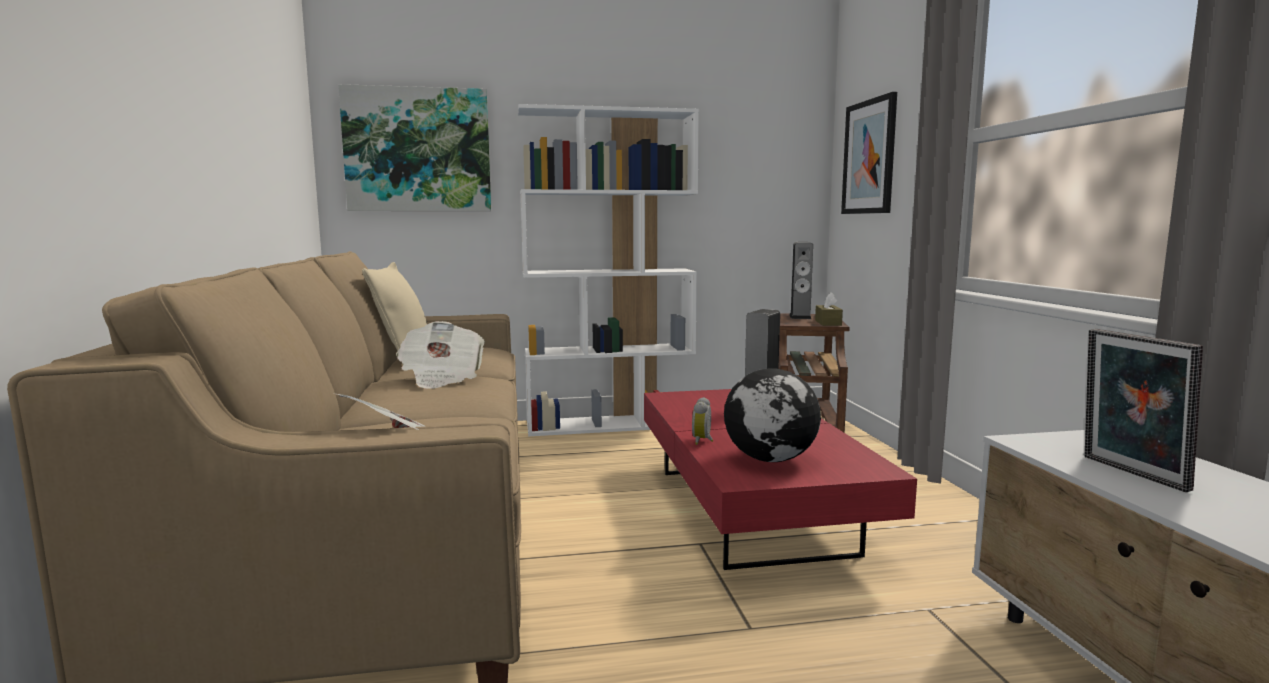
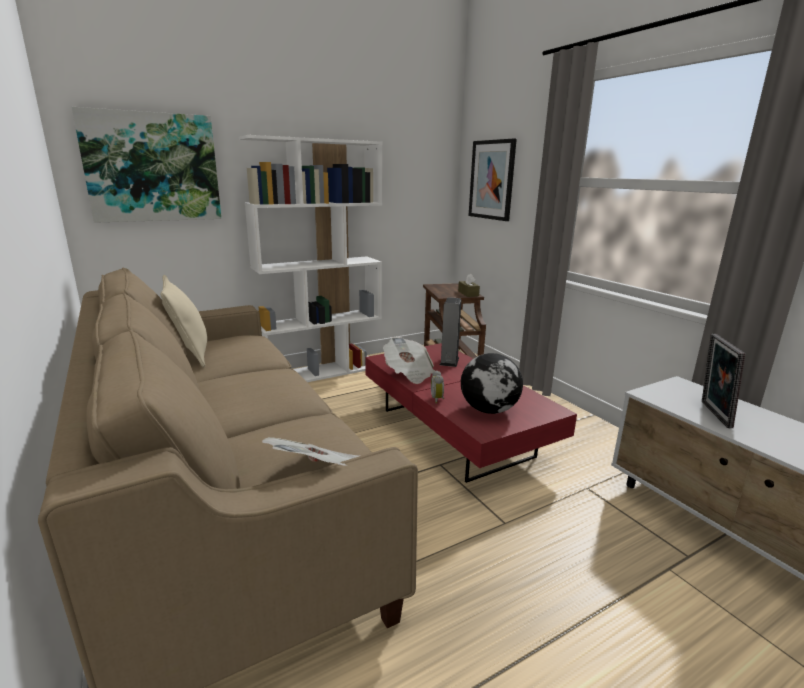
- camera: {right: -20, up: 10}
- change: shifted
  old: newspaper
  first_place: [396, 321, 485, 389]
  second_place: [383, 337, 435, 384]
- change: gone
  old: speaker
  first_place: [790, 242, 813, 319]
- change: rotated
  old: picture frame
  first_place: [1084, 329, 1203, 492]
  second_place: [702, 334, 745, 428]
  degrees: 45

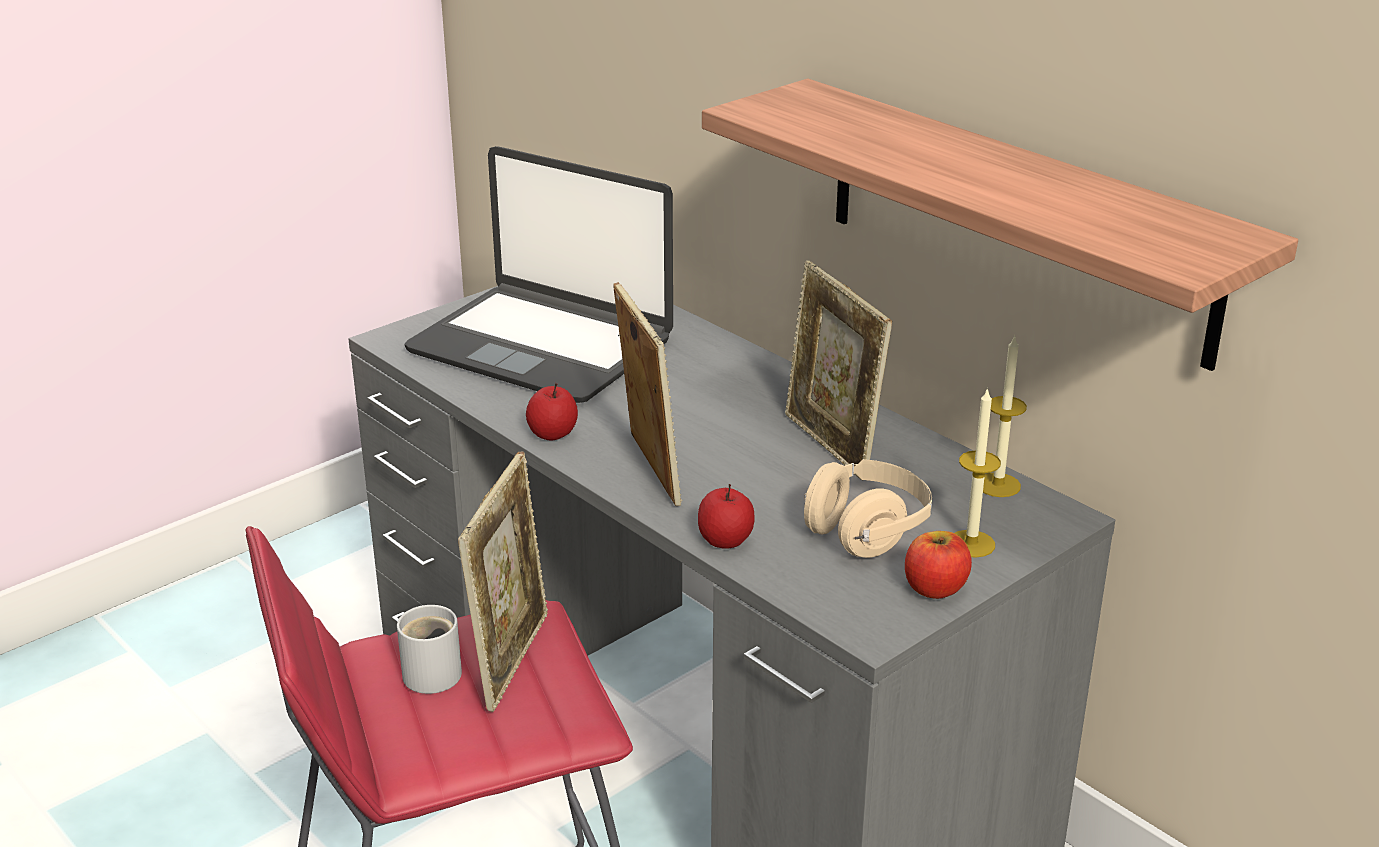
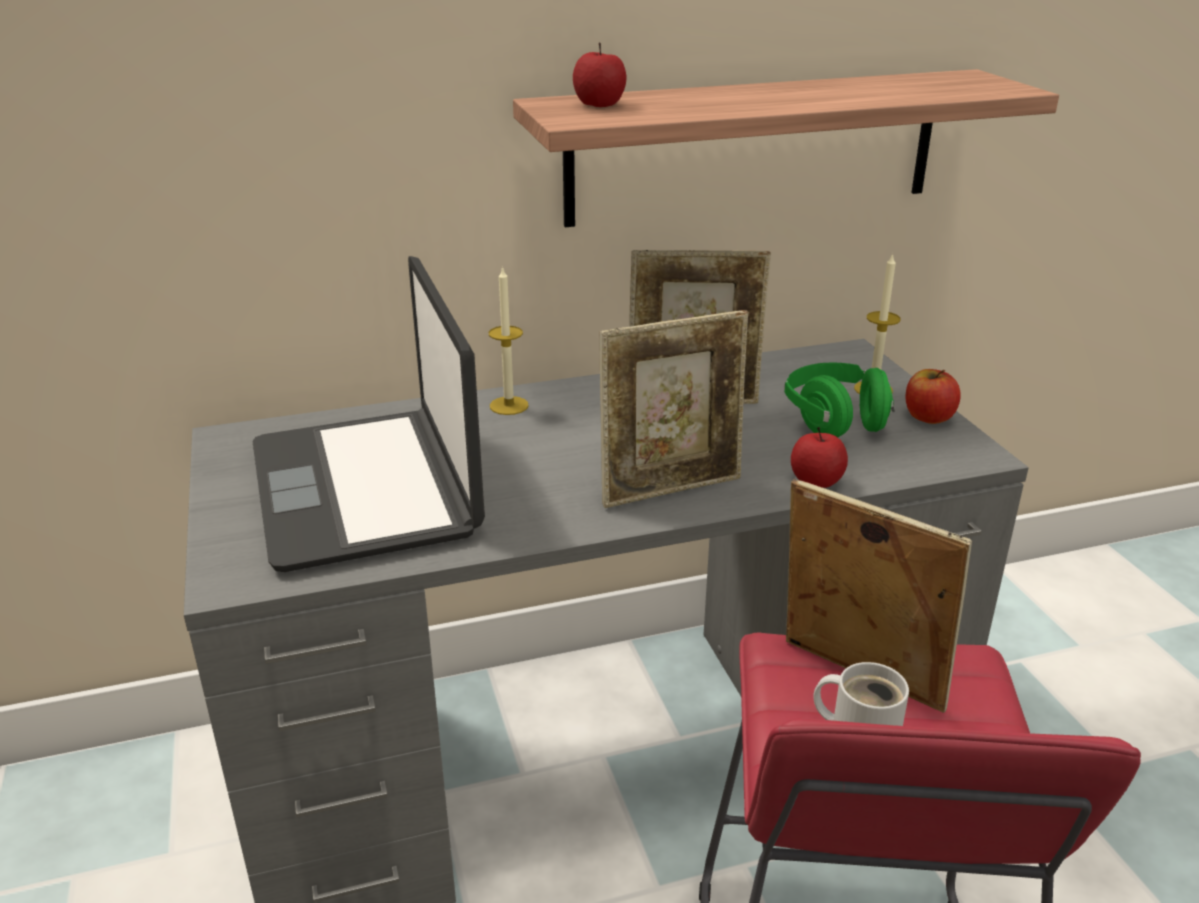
- camera: {right: -65, up: 0}
- change: rotated
  old: laptop
  first_place: [404, 146, 673, 403]
  second_place: [253, 256, 485, 572]
  degrees: 105
- change: shifted
  old: apple
  first_place: [526, 383, 578, 440]
  second_place: [573, 43, 626, 107]
- change: rotated
  old: picture frame
  first_place: [614, 282, 682, 506]
  second_place: [599, 310, 748, 508]
  degrees: 150
- change: repainted
  old: headphones/beige
  new: headphones/green
  first_place: [804, 459, 932, 558]
  second_place: [784, 363, 895, 437]
- change: shifted
  old: candle
  first_place: [983, 335, 1027, 497]
  second_place: [489, 266, 529, 415]

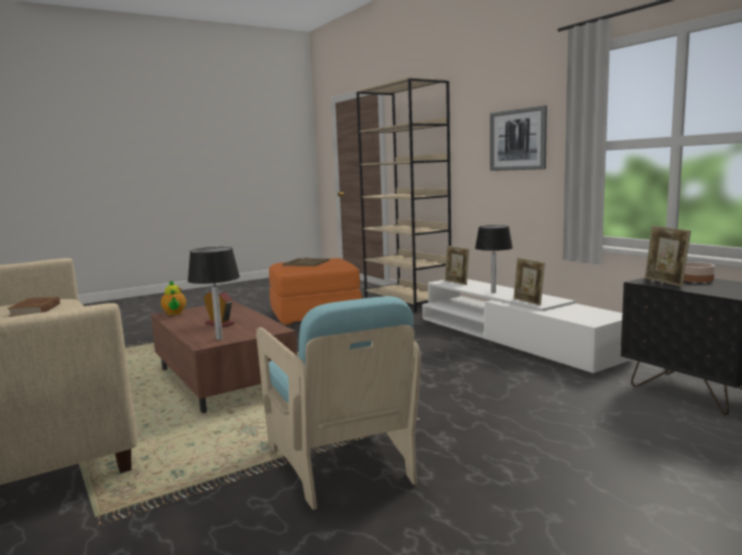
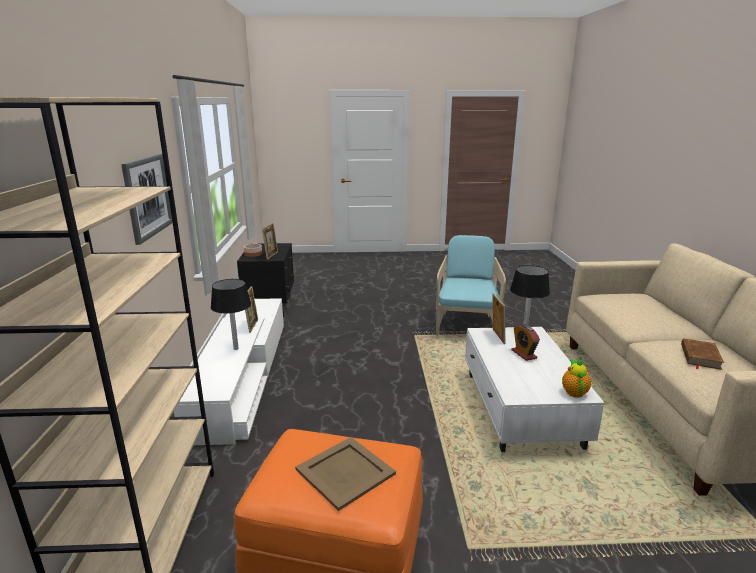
- camera: {right: -150, up: 10}
- change: repainted
  old: coffee table/brown
  new: coffee table/white
  first_place: [151, 301, 297, 413]
  second_place: [465, 327, 604, 452]
- change: shifted
  old: picture frame
  first_place: [445, 246, 469, 285]
  second_place: [493, 293, 506, 344]

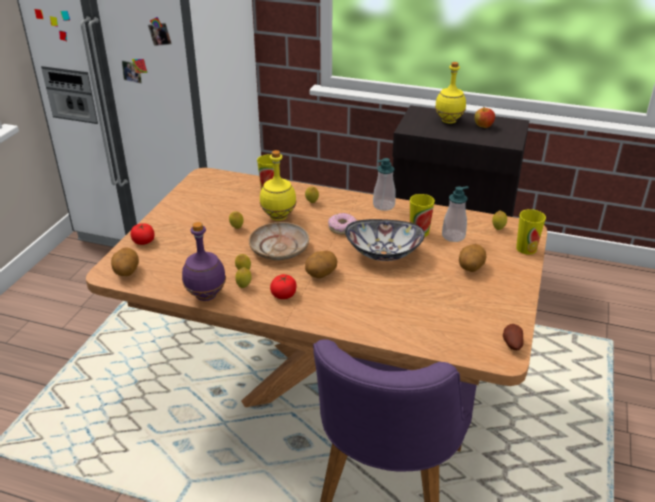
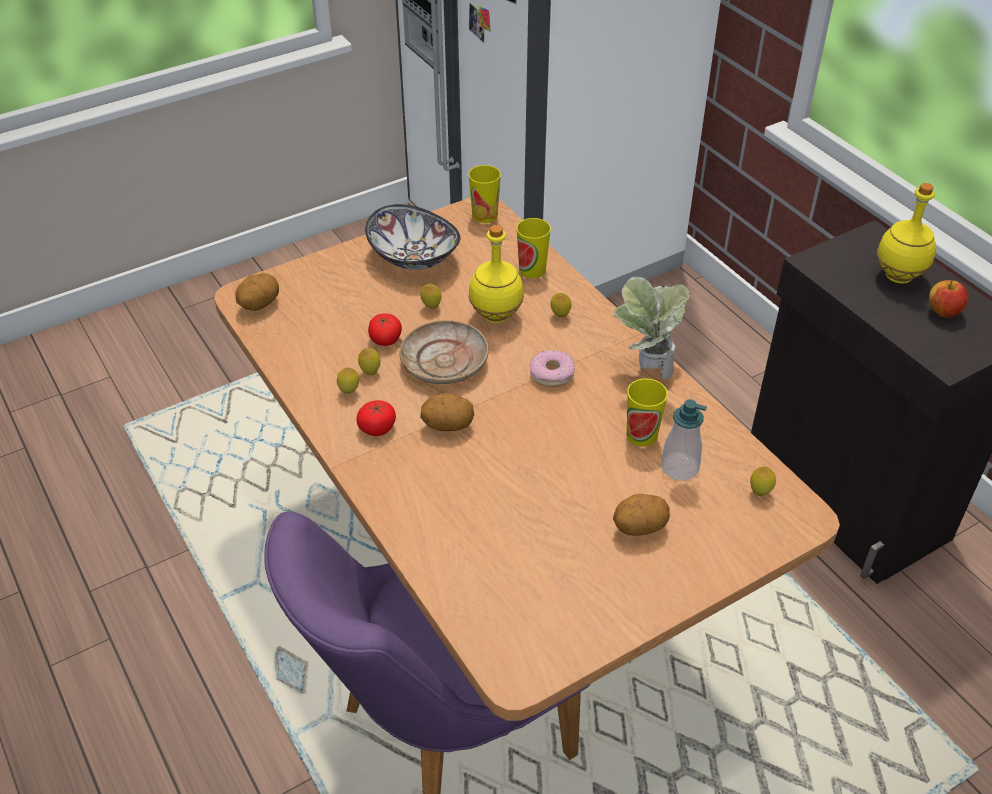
- camera: {right: 40, up: 10}
- change: shifted
  old: tomato
  first_place: [130, 223, 154, 245]
  second_place: [368, 313, 402, 346]
- change: gone
  old: bottle/purple
  first_place: [182, 222, 226, 301]
- change: shifted
  old: bowl
  first_place: [345, 219, 425, 261]
  second_place: [365, 204, 460, 270]
- change: swapped
  old: soap dispenser
  new: potted plant
  first_place: [373, 158, 396, 211]
  second_place: [613, 277, 690, 380]
- change: gone
  old: potato
  first_place: [503, 324, 524, 350]
- change: shifted
  old: cup
  first_place: [516, 209, 546, 255]
  second_place: [468, 165, 501, 223]

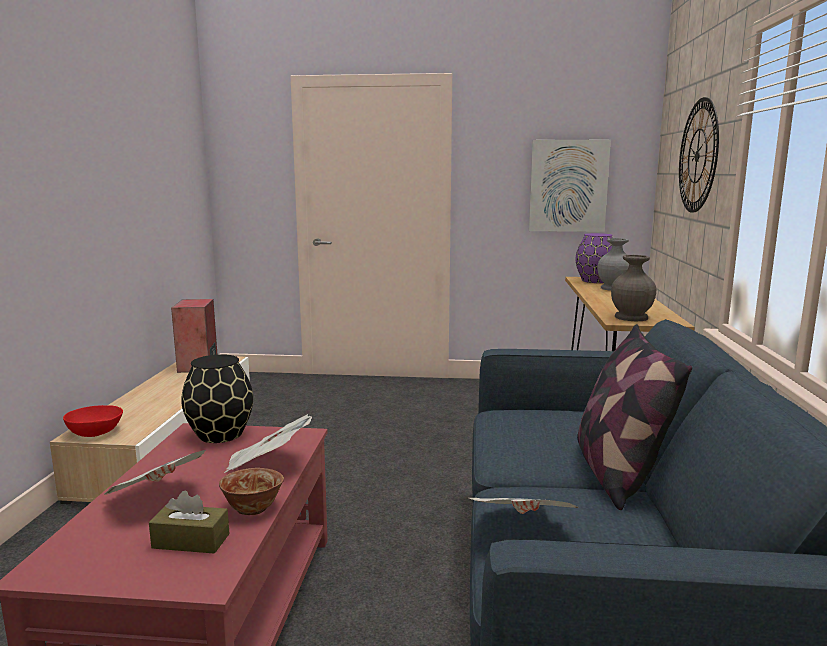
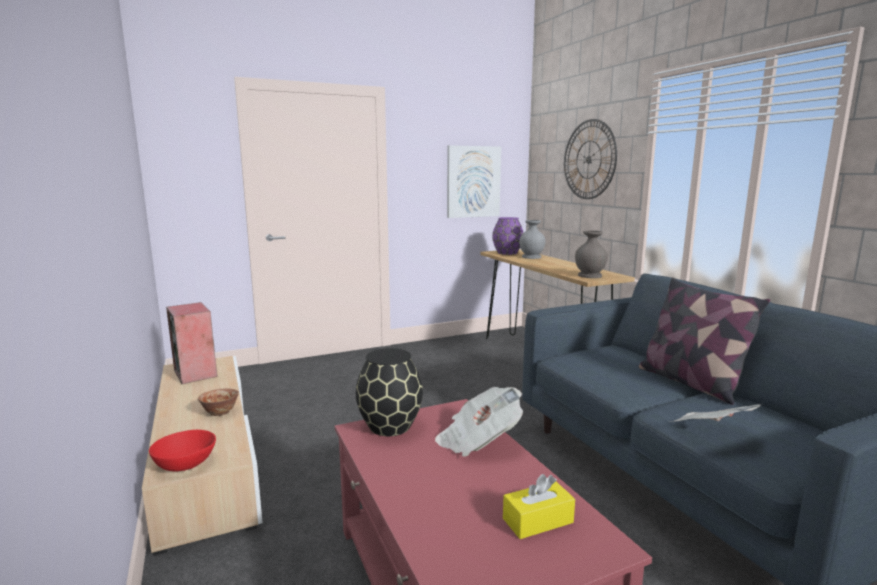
- camera: {right: -30, up: 0}
- change: gone
  old: newspaper
  first_place: [105, 450, 206, 495]
- change: repainted
  old: tissue box/brown
  new: tissue box/yellow
  first_place: [149, 491, 230, 554]
  second_place: [503, 474, 575, 539]
- change: shifted
  old: bowl
  first_place: [219, 468, 284, 515]
  second_place: [198, 388, 239, 416]

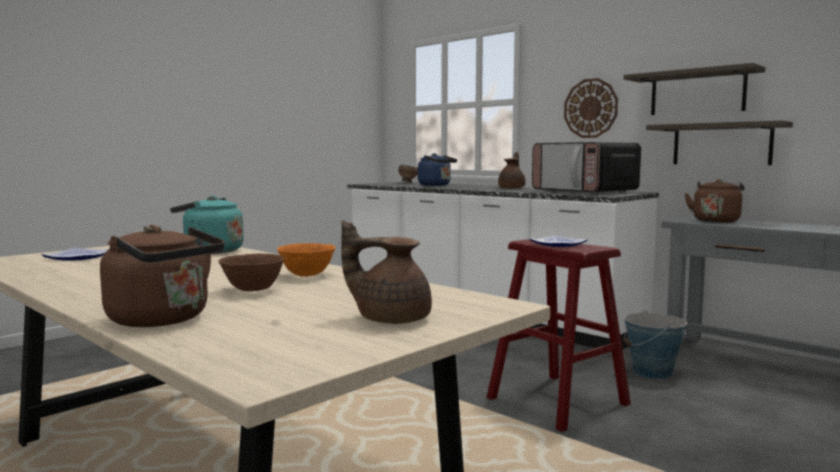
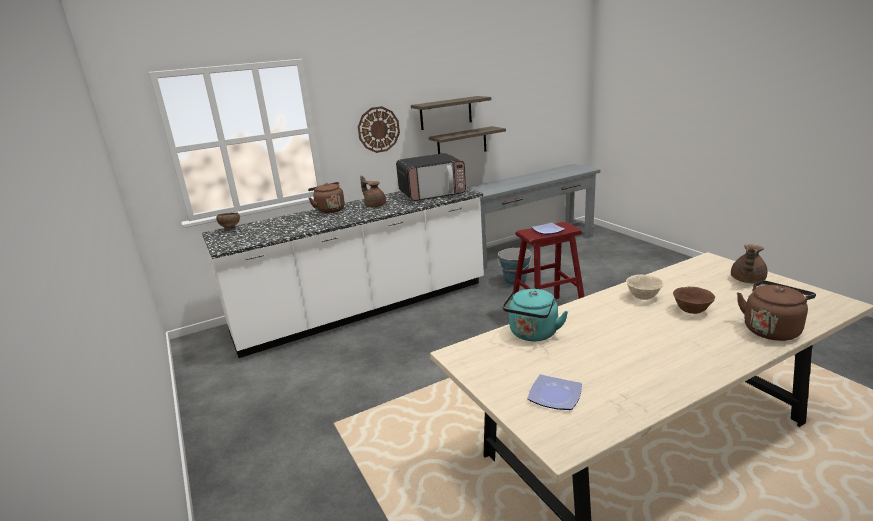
- camera: {right: -70, up: 15}
- change: repainted
  old: bowl/orange
  new: bowl/beige
  first_place: [277, 243, 336, 277]
  second_place: [626, 275, 664, 300]
- change: gone
  old: kettle/blue
  first_place: [418, 153, 457, 186]
- change: shifted
  old: kettle/brown
  first_place: [684, 179, 745, 223]
  second_place: [308, 182, 345, 214]

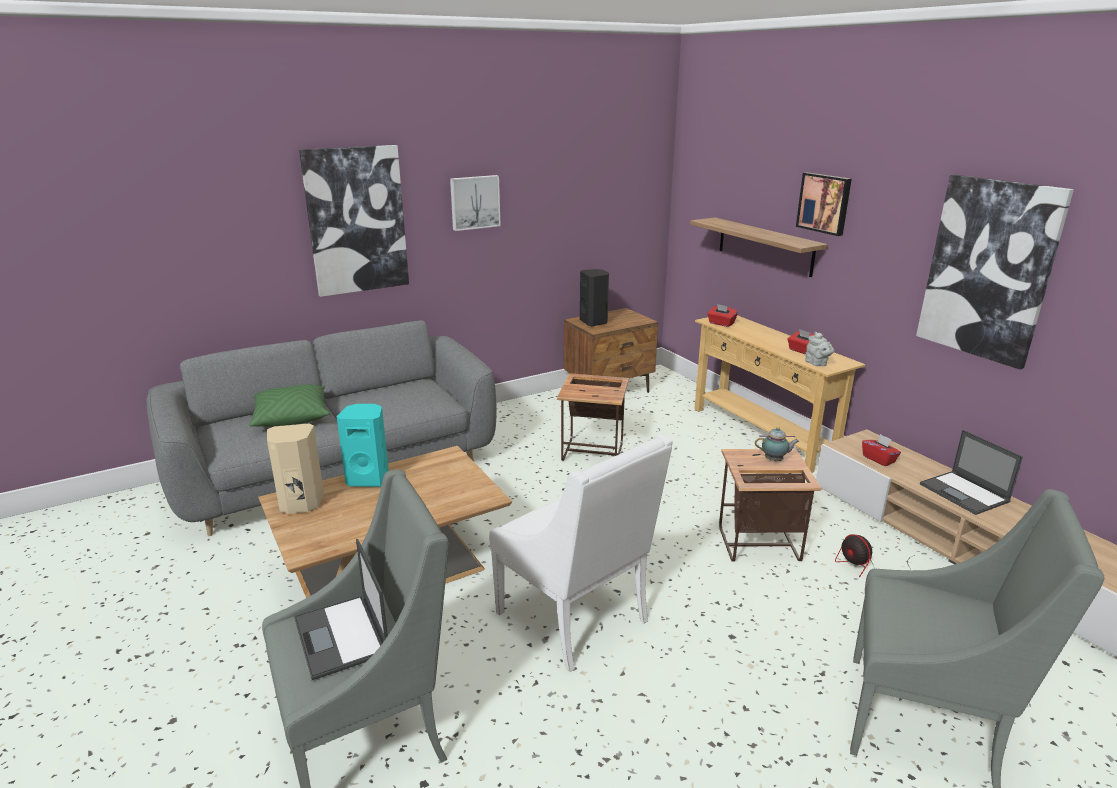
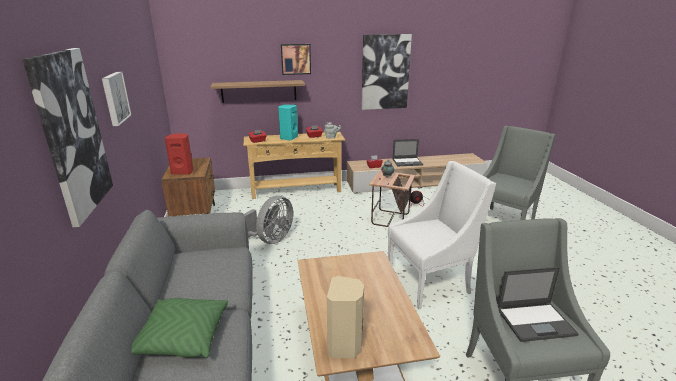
- camera: {right: -70, up: 0}
- change: shifted
  old: speaker/turquoise
  first_place: [337, 404, 389, 487]
  second_place: [278, 104, 298, 141]
- change: swapped
  old: side table
  new: fan/grey
  first_place: [557, 373, 629, 461]
  second_place: [244, 196, 293, 244]
- change: repainted
  old: speaker/black
  new: speaker/red
  first_place: [580, 269, 609, 326]
  second_place: [165, 133, 193, 175]

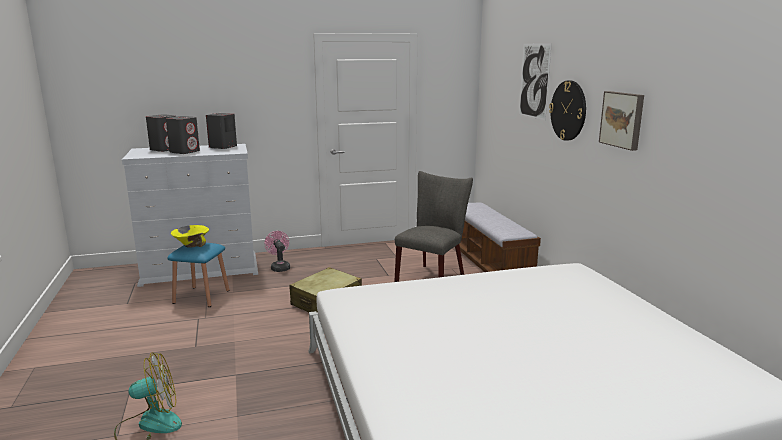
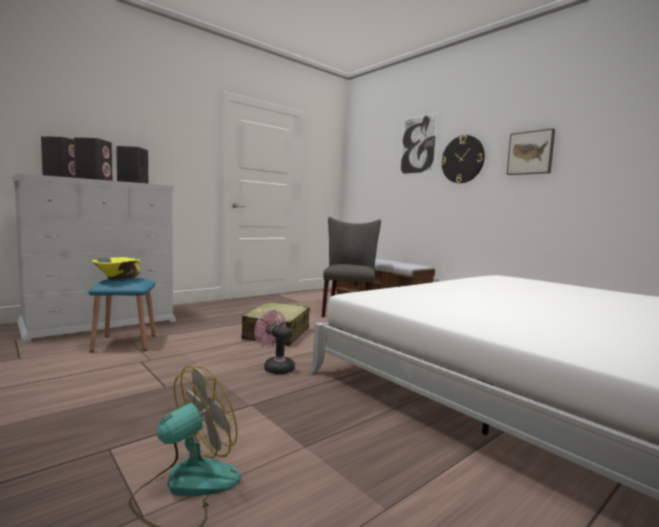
- camera: {right: -25, up: -10}
- change: shifted
  old: fan/pink
  first_place: [264, 231, 290, 272]
  second_place: [254, 310, 295, 374]

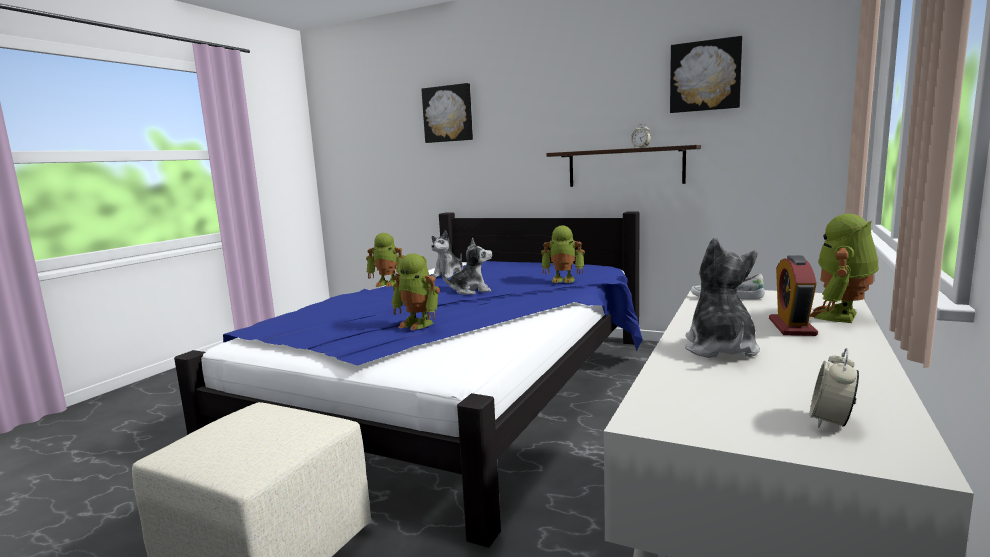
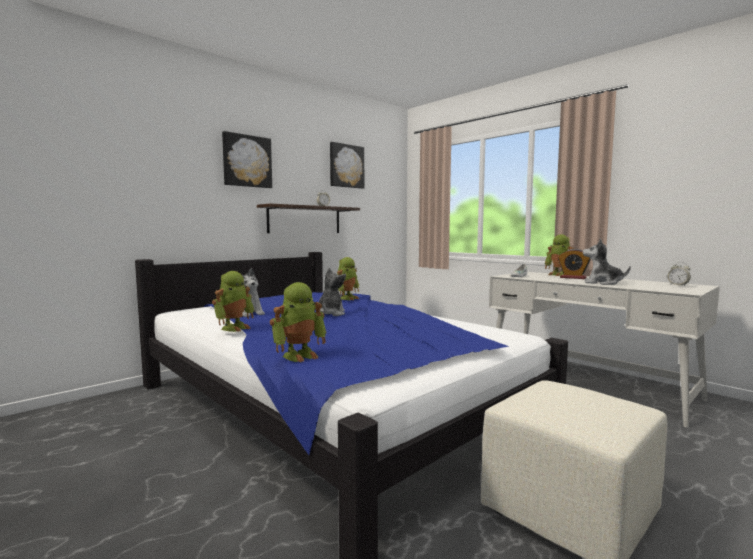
- camera: {right: -70, up: -5}
- change: shifted
  old: toy robot
  first_place: [391, 253, 440, 330]
  second_place: [270, 282, 326, 362]
- change: shifted
  old: picture
  first_place: [421, 83, 473, 143]
  second_place: [222, 131, 272, 188]

